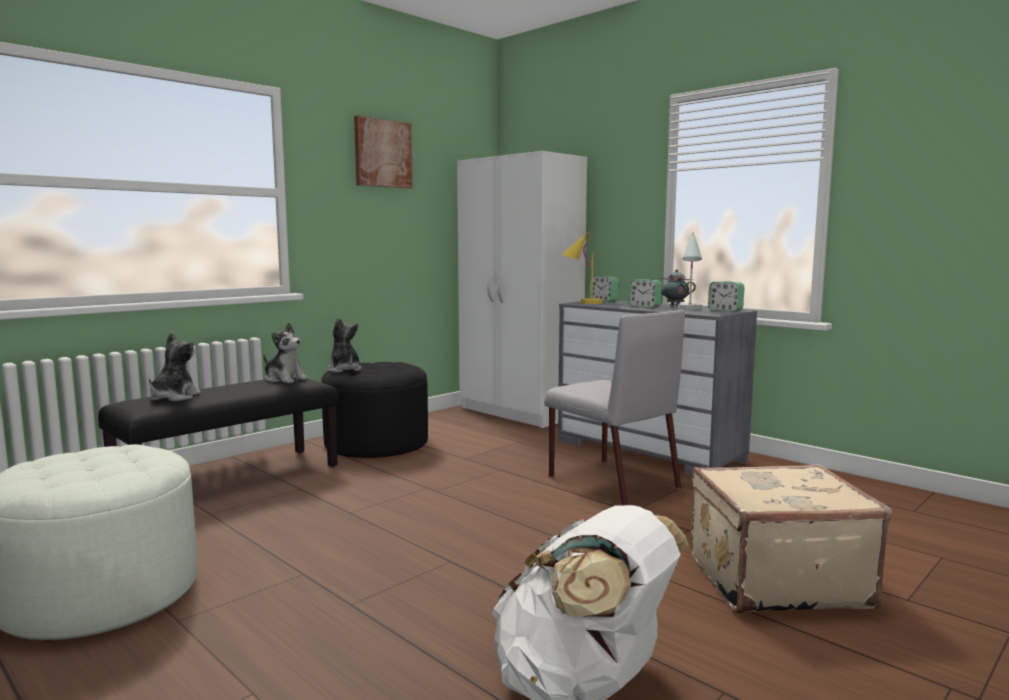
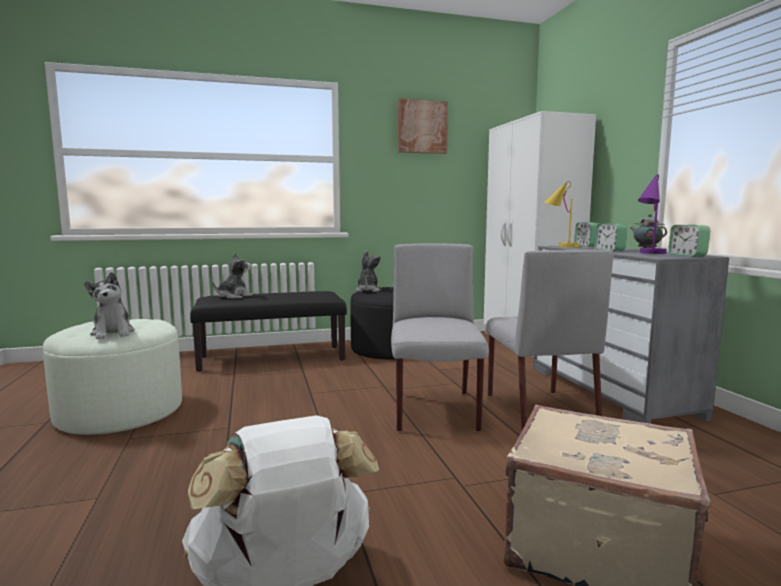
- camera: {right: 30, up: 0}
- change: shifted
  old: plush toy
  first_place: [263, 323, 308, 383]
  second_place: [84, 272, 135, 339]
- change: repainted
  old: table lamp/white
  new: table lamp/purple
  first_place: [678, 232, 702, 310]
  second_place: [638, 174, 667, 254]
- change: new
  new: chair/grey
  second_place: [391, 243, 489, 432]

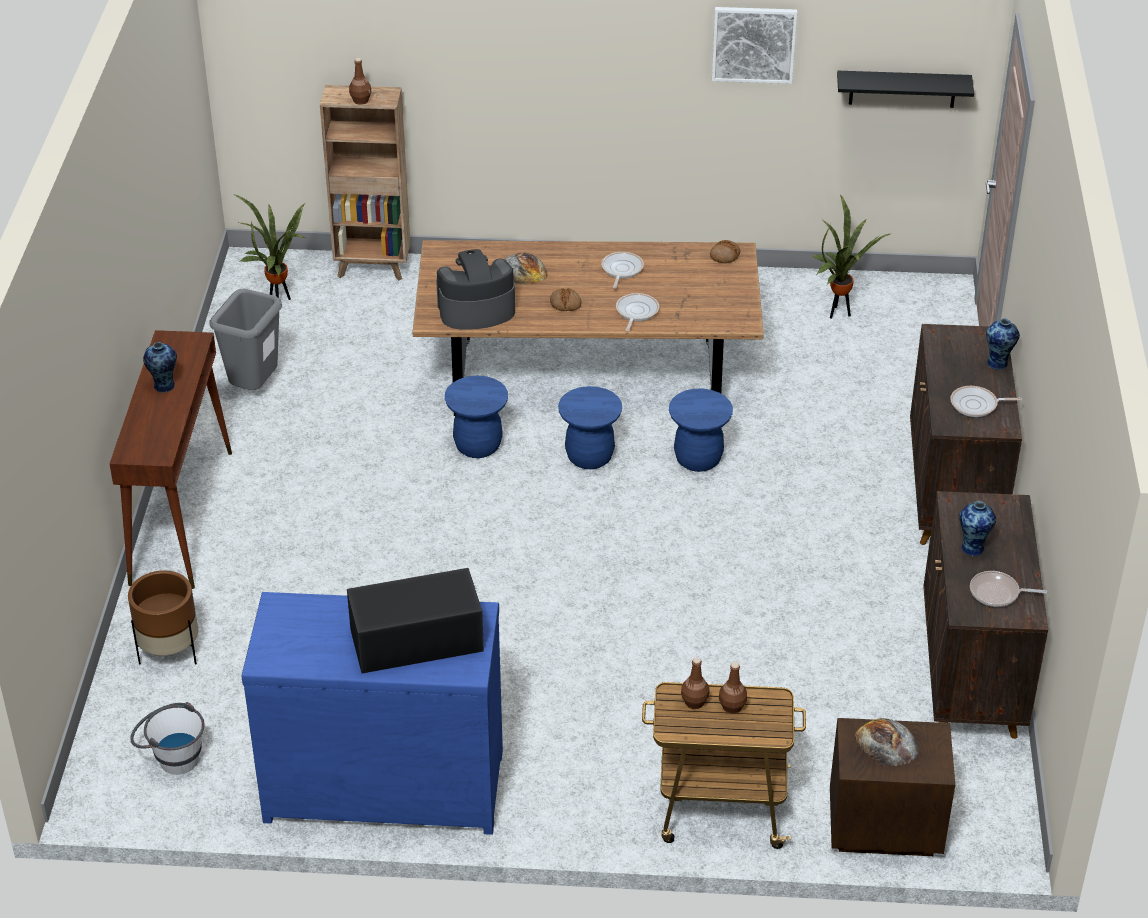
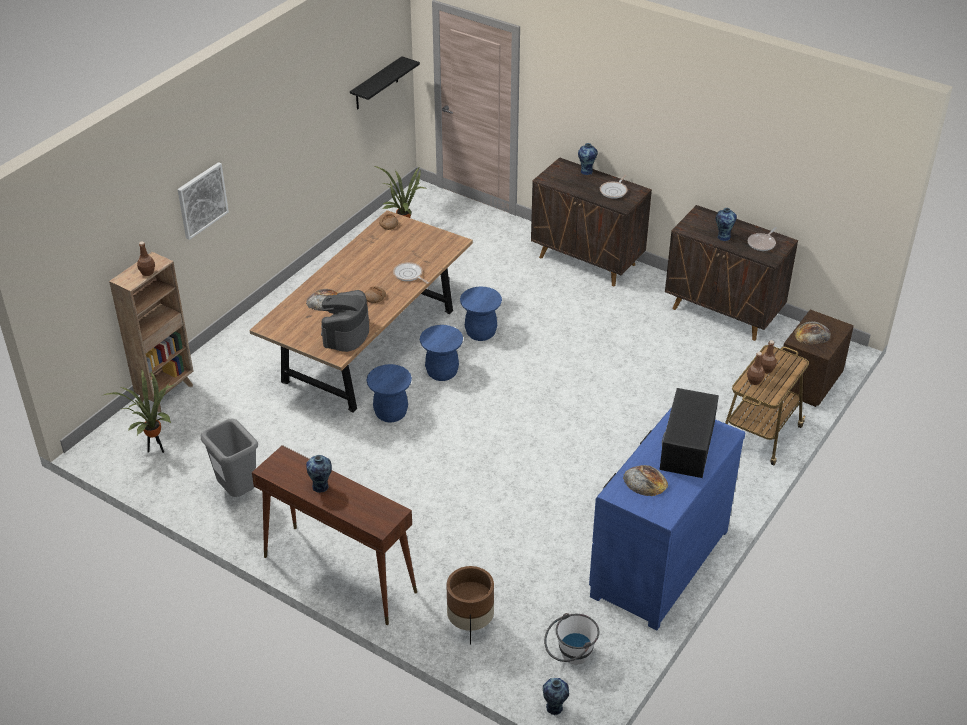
- camera: {right: -60, up: 0}
- change: gone
  old: frying pan
  first_place: [601, 252, 644, 289]
- change: shifted
  old: picture
  first_place: [712, 7, 797, 84]
  second_place: [178, 162, 229, 240]
- change: new
  new: vase
  second_place: [543, 678, 569, 715]
- change: new
  new: bread
  second_place: [623, 465, 668, 496]

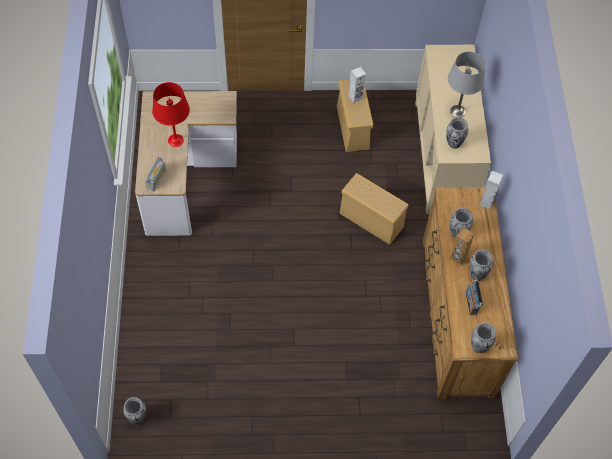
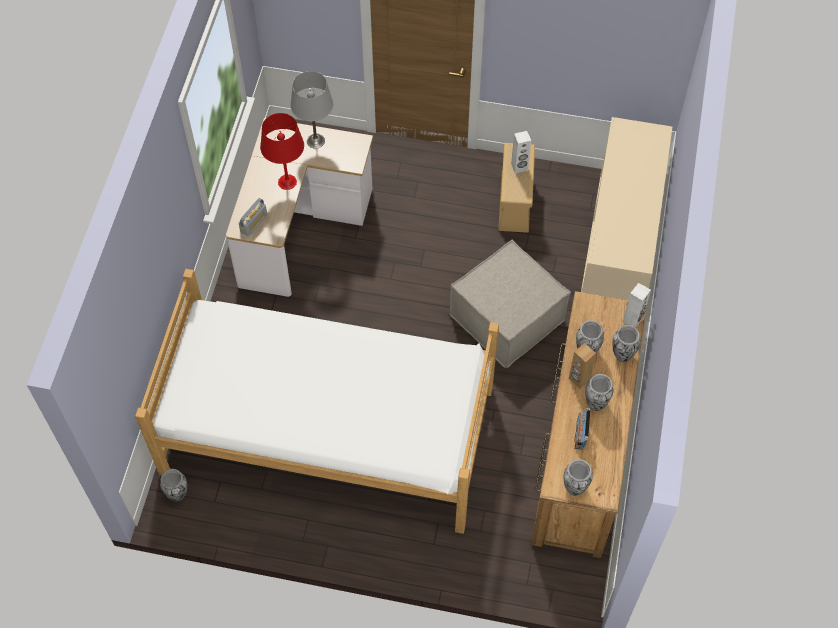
- camera: {right: 15, up: 0}
- change: swapped
  old: storage box/beige
  new: ottoman/beige
  first_place: [340, 173, 408, 244]
  second_place: [449, 240, 571, 368]
- change: shifted
  old: vase
  first_place: [446, 117, 468, 149]
  second_place: [612, 325, 641, 362]
- change: shifted
  old: table lamp/grey
  first_place: [448, 52, 485, 117]
  second_place: [290, 71, 333, 149]
- change: new
  new: bed
  second_place: [135, 269, 499, 534]

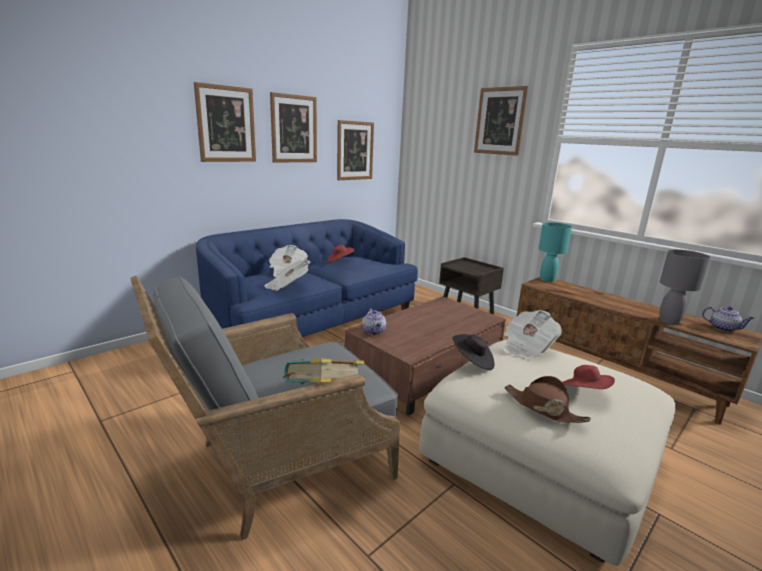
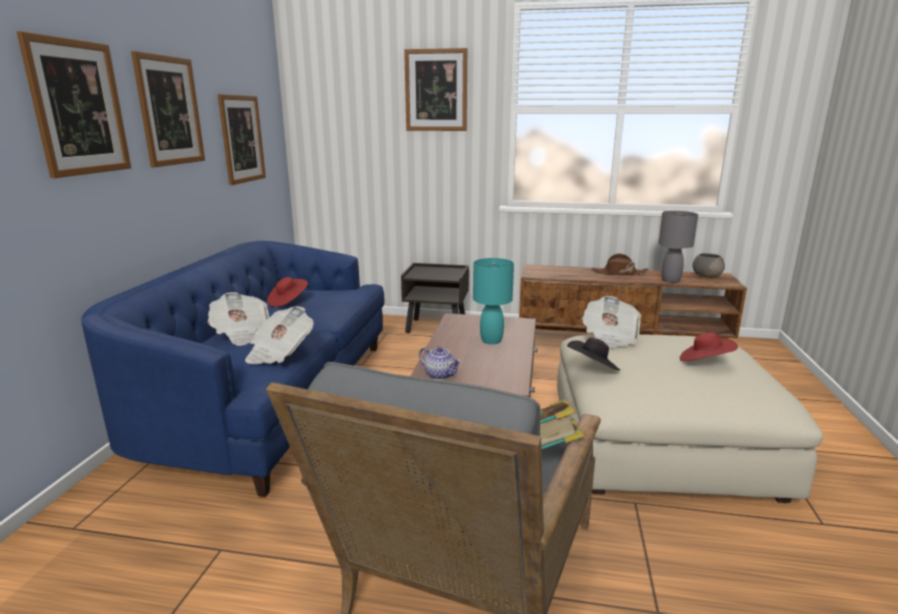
- camera: {right: -35, up: 0}
- change: shifted
  old: hat/brown
  first_place: [505, 376, 591, 423]
  second_place: [592, 254, 649, 276]
- change: shifted
  old: table lamp/turquoise
  first_place: [538, 222, 572, 282]
  second_place: [473, 258, 514, 344]
- change: swapped
  old: teapot
  new: bowl/grey
  first_place: [702, 307, 755, 332]
  second_place: [692, 253, 725, 278]

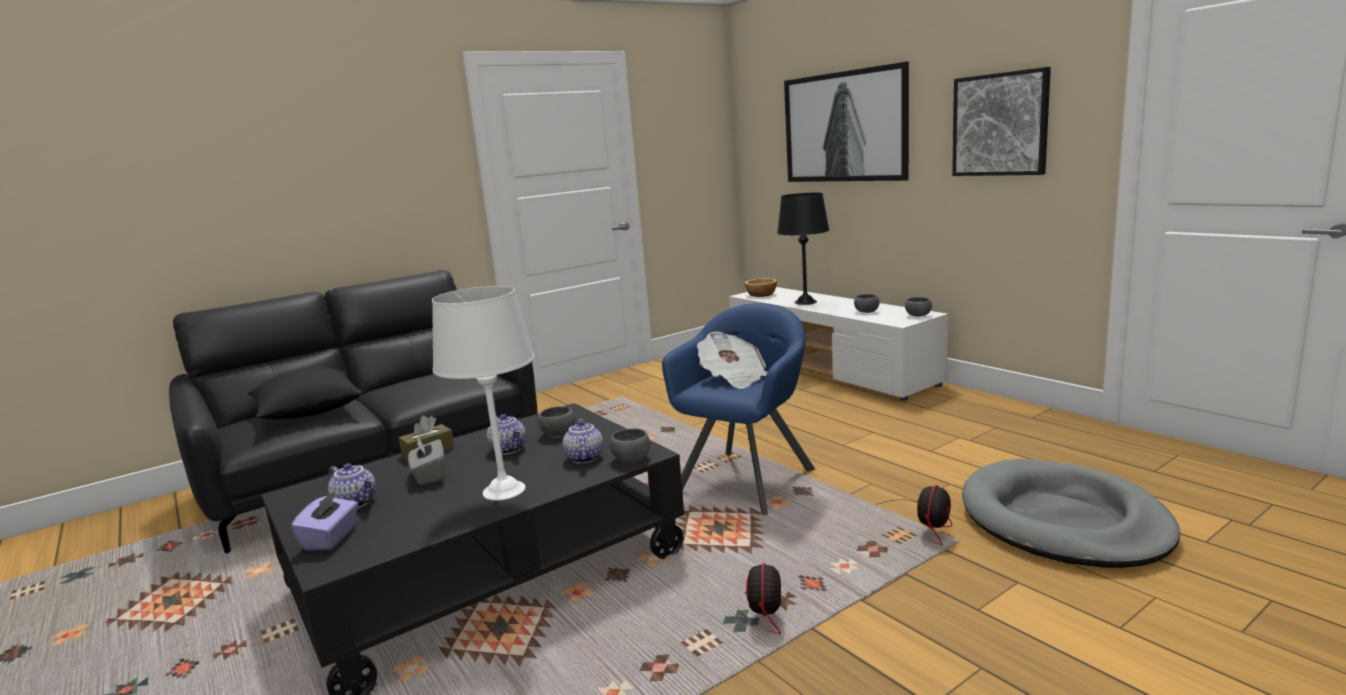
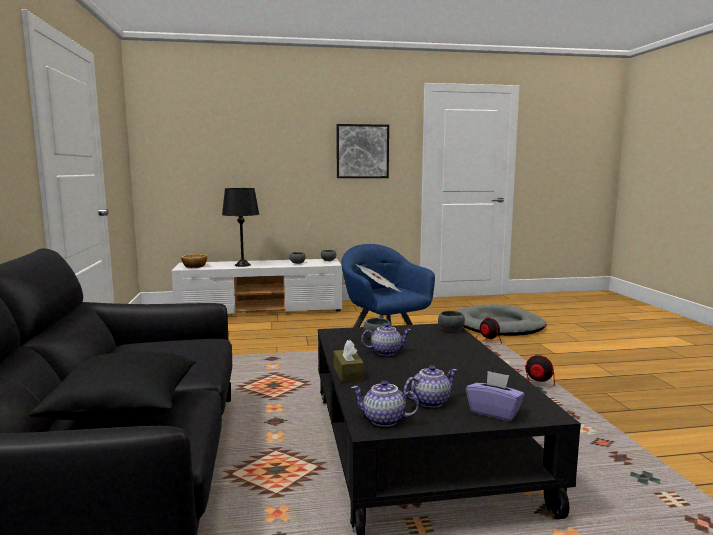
- camera: {right: -65, up: -5}
- change: gone
  old: tissue box/grey
  first_place: [408, 437, 445, 485]
- change: gone
  old: table lamp/white
  first_place: [432, 286, 535, 501]
- change: shifted
  old: teapot
  first_place: [563, 419, 603, 464]
  second_place: [351, 380, 419, 427]
- change: gone
  old: picture
  first_place: [784, 61, 909, 182]

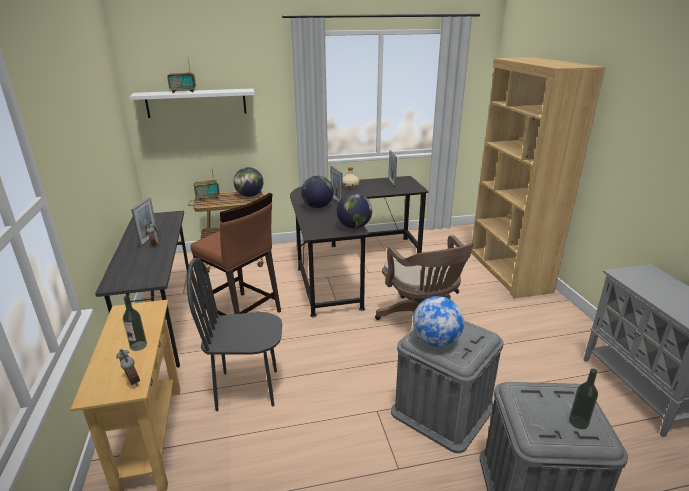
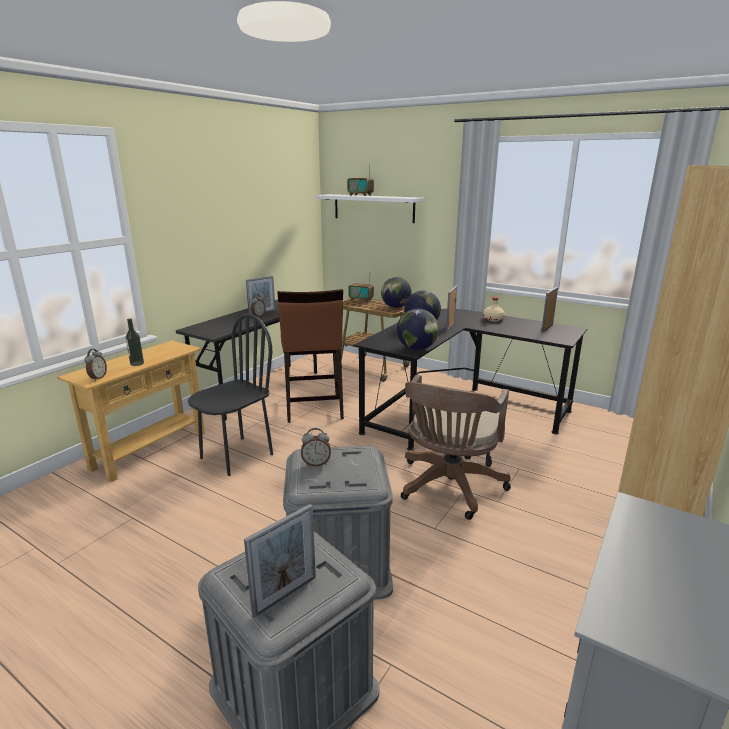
- camera: {right: 45, up: -5}
- change: rotated
  old: chair/black
  first_place: [187, 258, 282, 411]
  second_place: [188, 314, 273, 476]
  degrees: 90
- change: swapped
  old: globe
  new: alarm clock
  first_place: [413, 296, 464, 347]
  second_place: [301, 428, 331, 467]
- change: swapped
  old: bottle
  new: picture frame
  first_place: [569, 368, 598, 429]
  second_place: [244, 504, 316, 618]

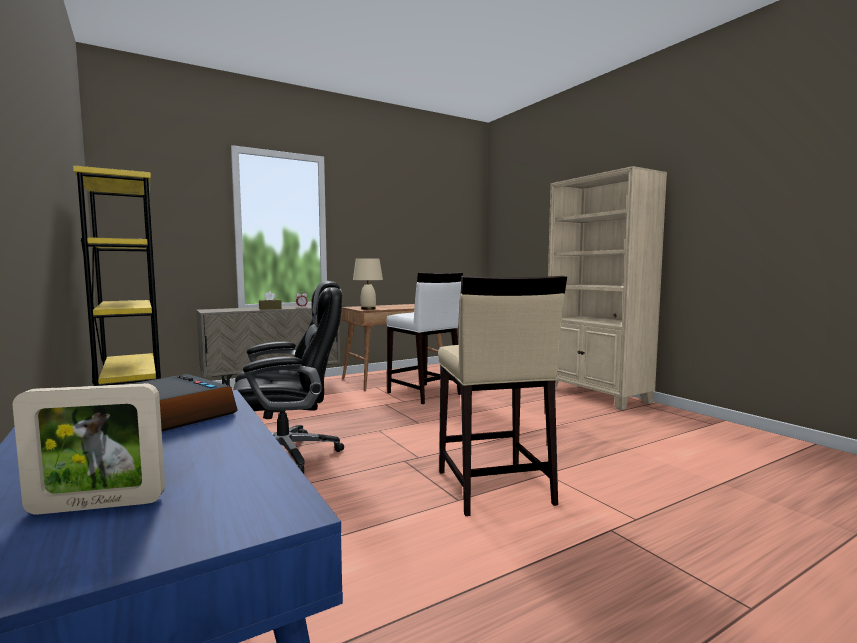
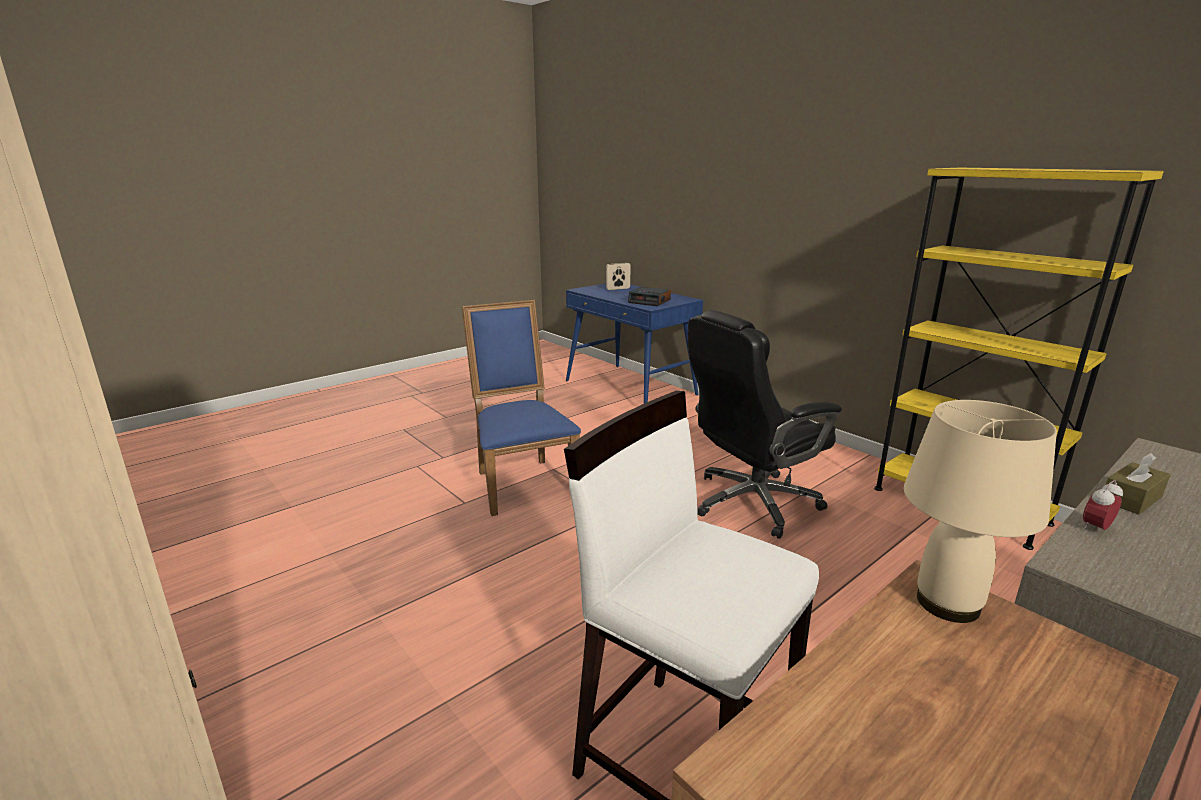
- camera: {right: 170, up: 15}
- change: swapped
  old: stool/beige
  new: chair/blue
  first_place: [438, 276, 567, 516]
  second_place: [462, 300, 581, 516]

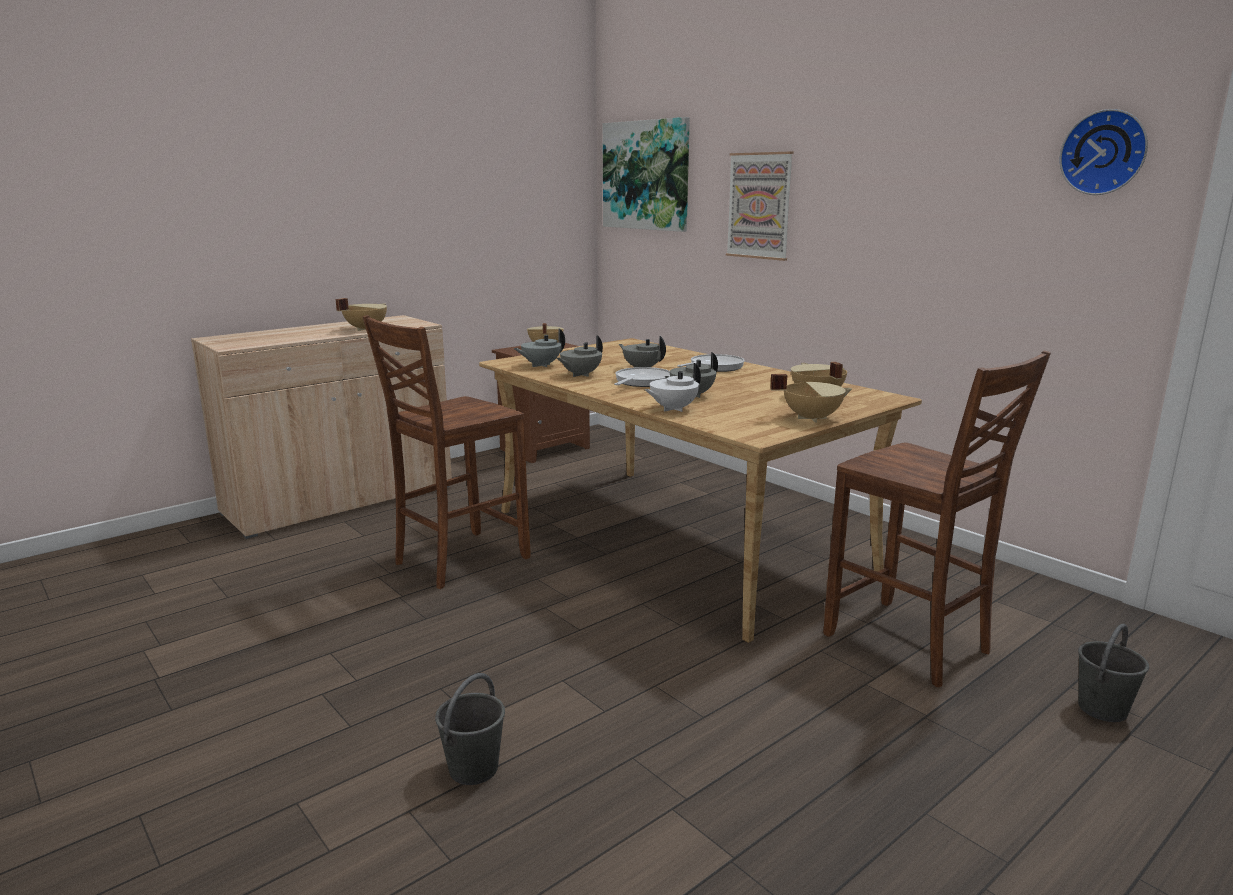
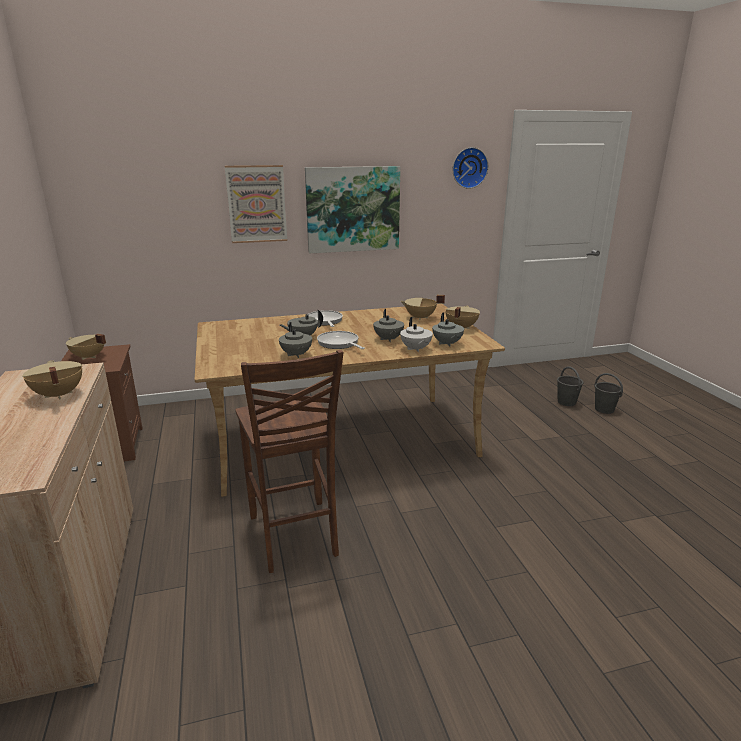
- camera: {right: -65, up: 5}
- change: shifted
  old: bucket/grey
  first_place: [435, 673, 505, 785]
  second_place: [594, 373, 623, 414]
- change: shifted
  old: teapot/grey
  first_place: [513, 328, 565, 367]
  second_place: [432, 313, 464, 347]
- change: shifted
  old: picture
  first_place: [603, 117, 690, 232]
  second_place: [305, 166, 400, 253]
- change: gone
  old: chair/brown
  first_place: [823, 351, 1051, 687]

